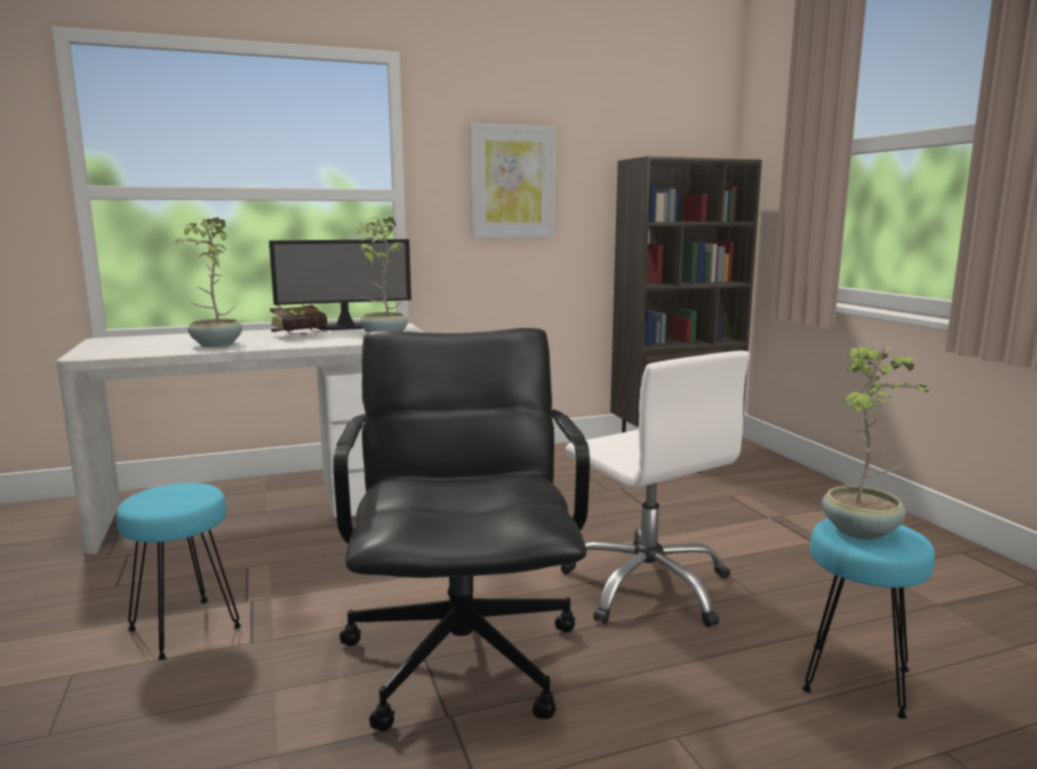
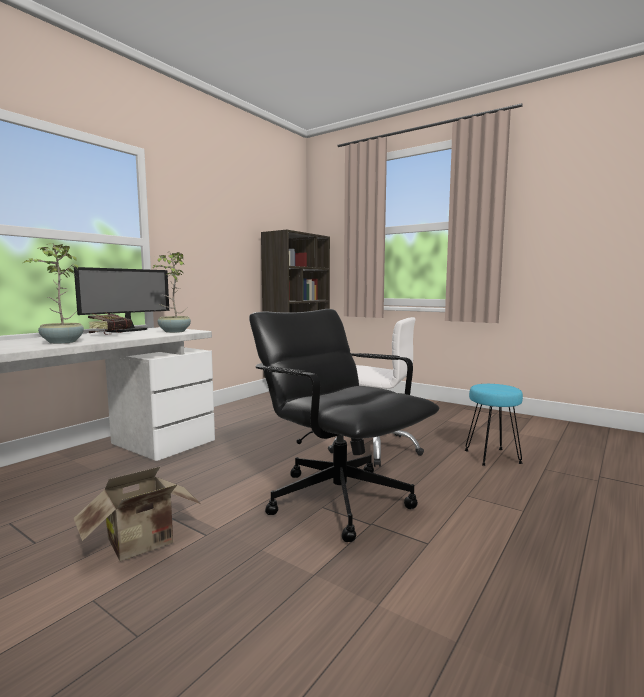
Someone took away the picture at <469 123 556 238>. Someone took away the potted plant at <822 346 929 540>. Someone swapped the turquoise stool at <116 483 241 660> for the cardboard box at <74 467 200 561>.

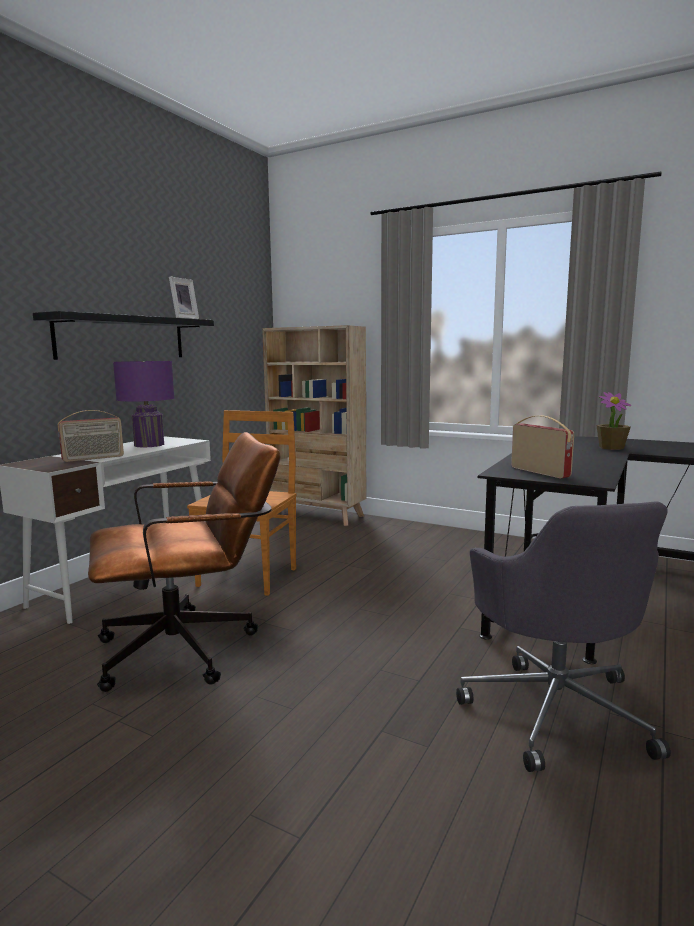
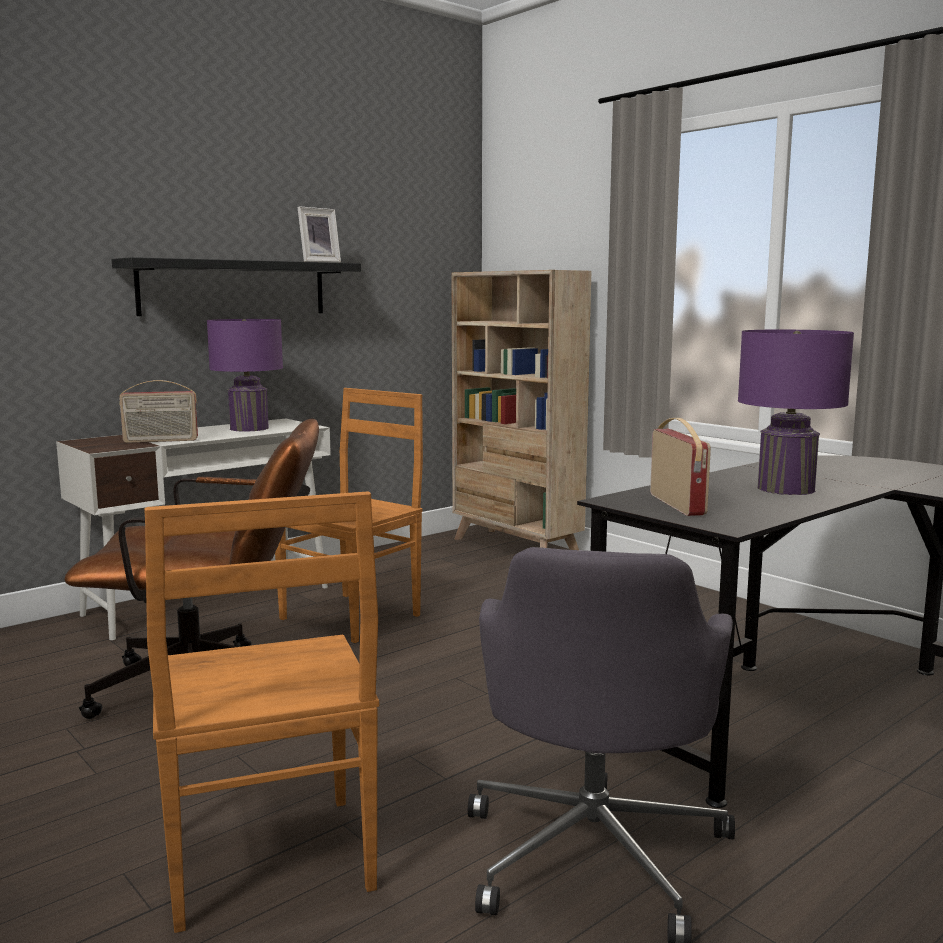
Someone took away the potted plant at <596 392 631 450>. Someone put down the purple table lamp at <738 330 854 495>. Someone put down the brown chair at <144 491 379 933>.

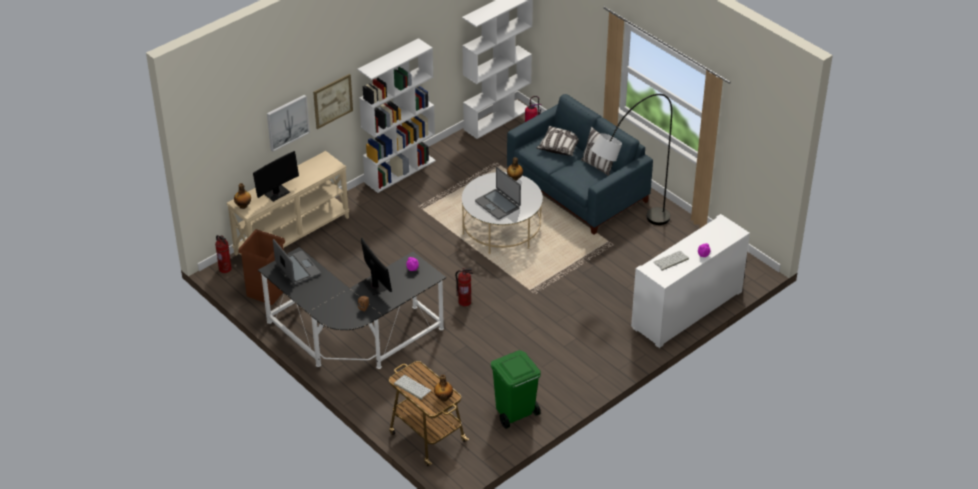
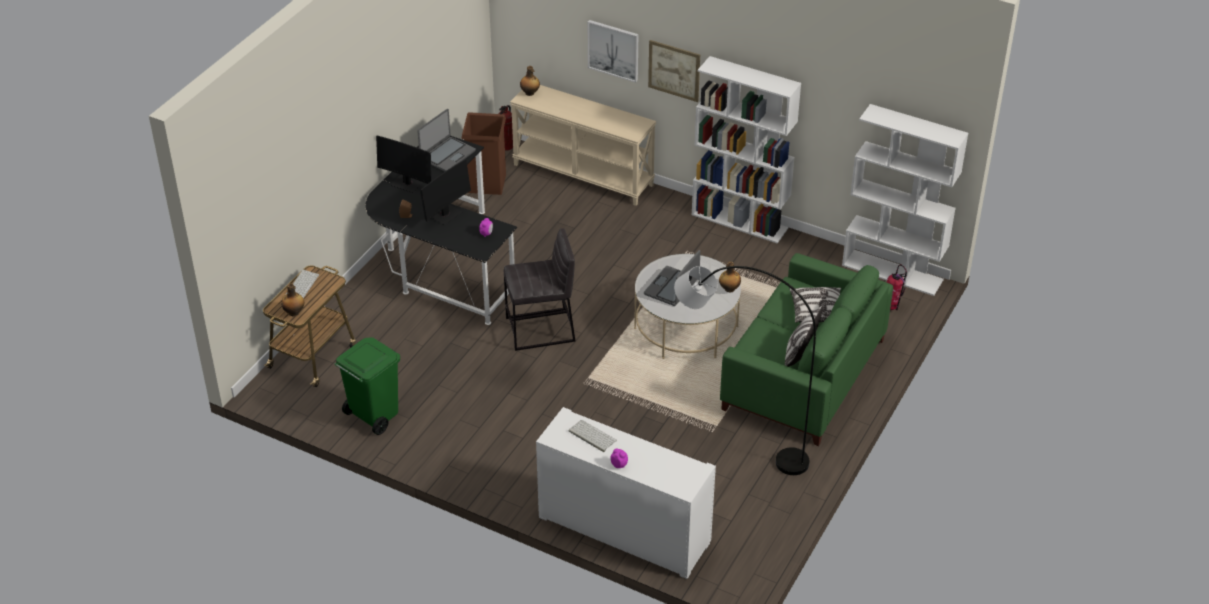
Someone repainted the blue sofa at <507 94 653 235>, which became the green sofa at <720 253 893 446>. Someone carried the monitor from <253 151 299 202> to <376 136 431 193>. Someone swapped the fire extinguisher at <455 268 473 306> for the grey stool at <504 228 576 351>.

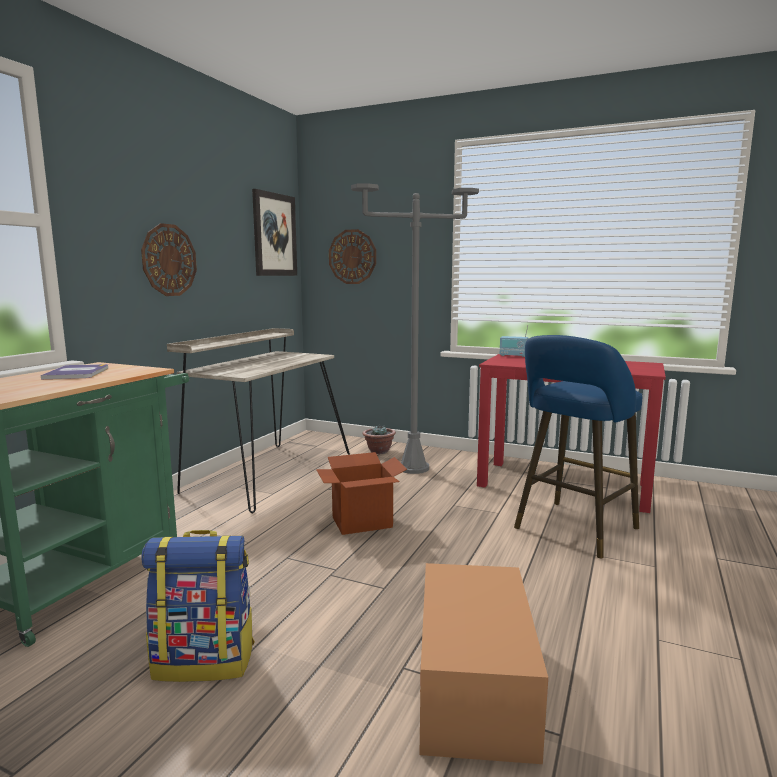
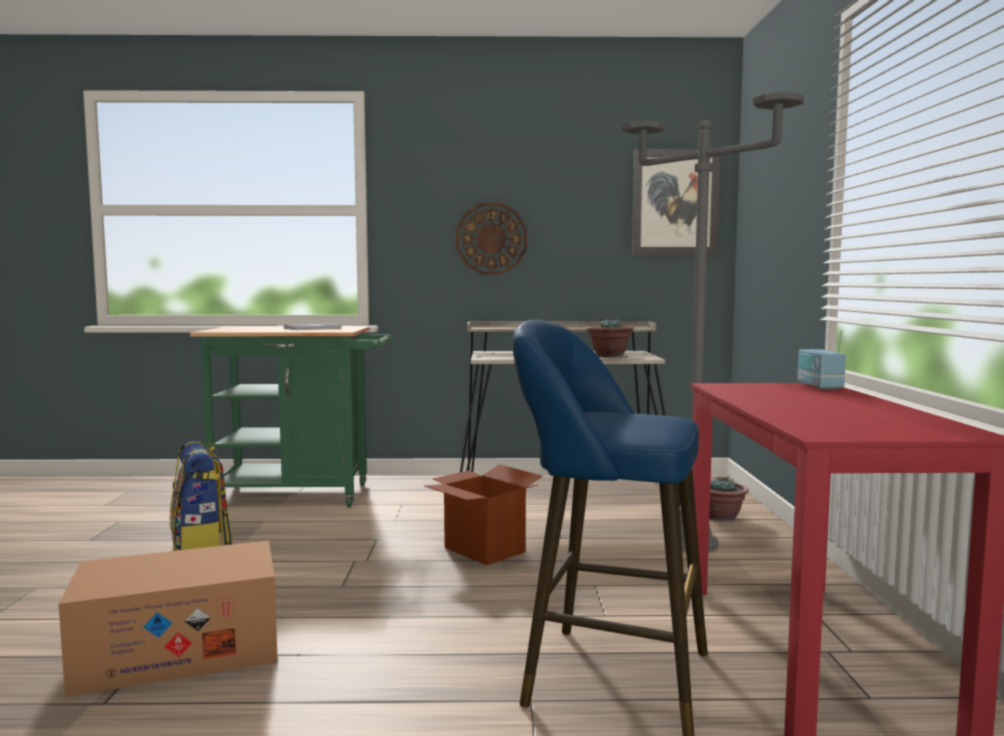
Someone took away the wall clock at <329 229 376 284>. Someone put down the potted plant at <586 318 634 357>.

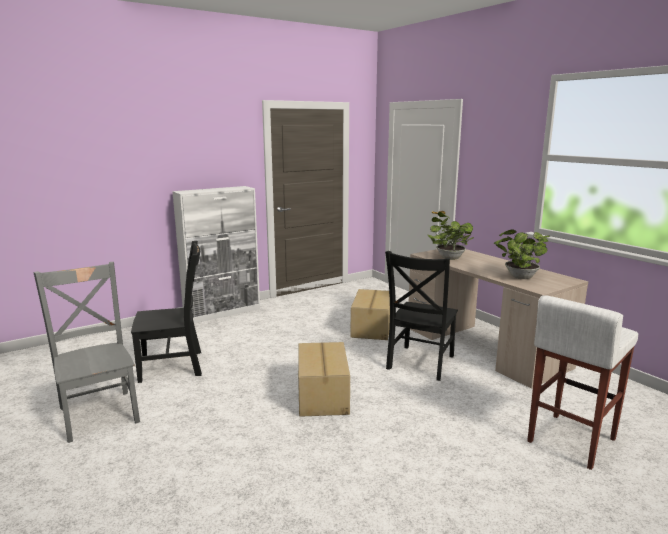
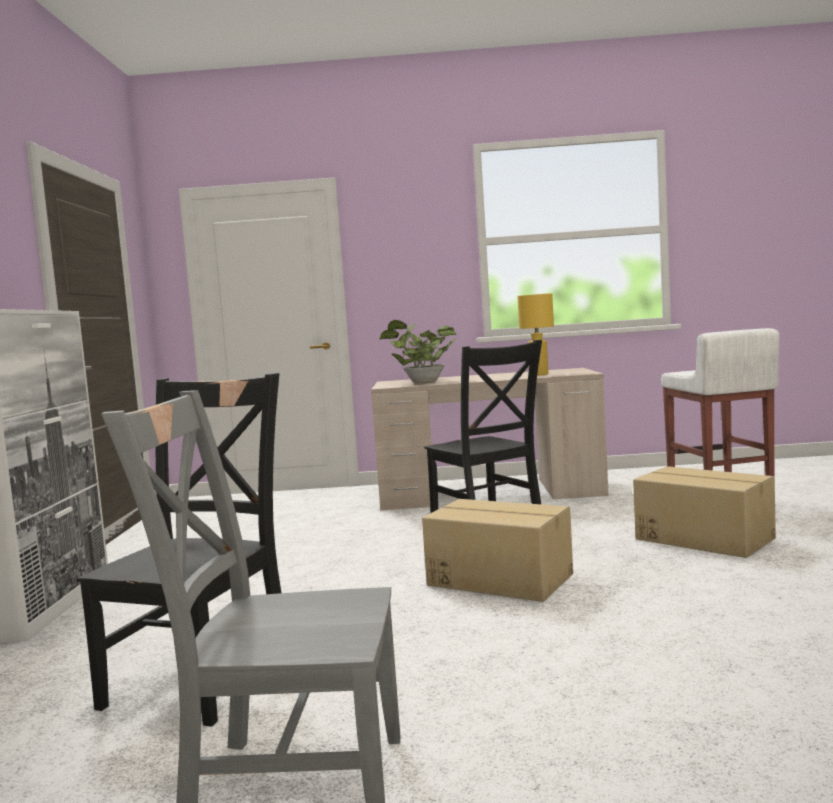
Someone swapped the potted plant at <494 229 550 279> for the yellow table lamp at <518 294 554 376>. Someone carried the cardboard box from <350 289 390 340> to <633 466 776 558>.

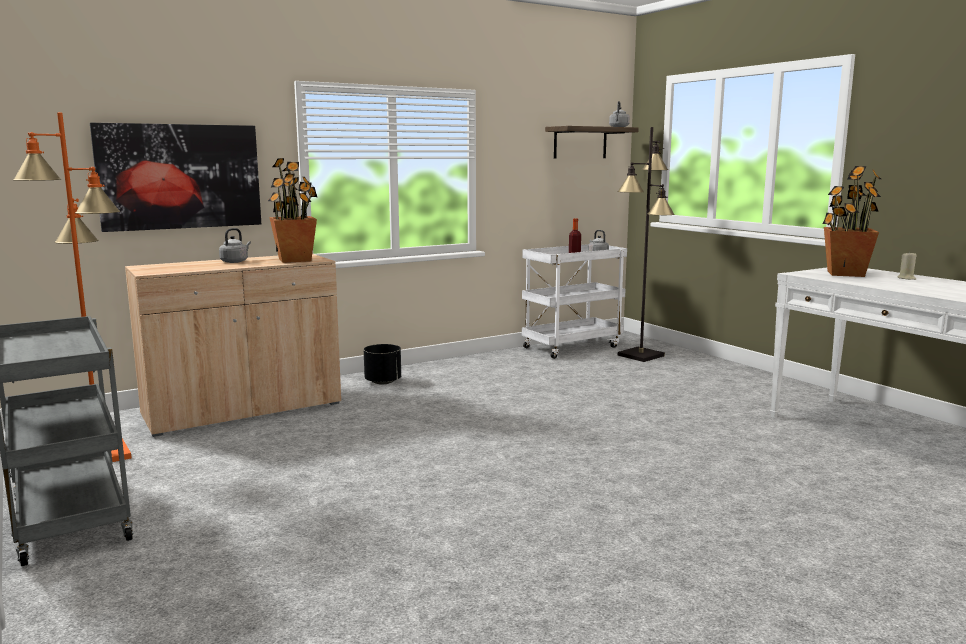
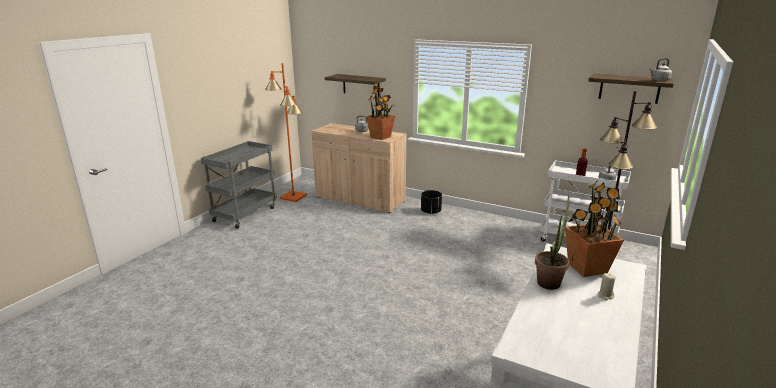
Someone swapped the picture at <90 123 261 232> for the shelf at <325 74 386 96>. Someone put down the potted plant at <535 194 570 290>.

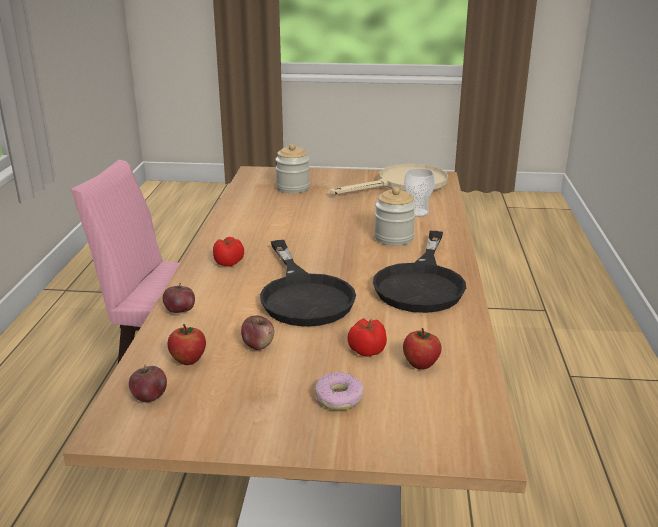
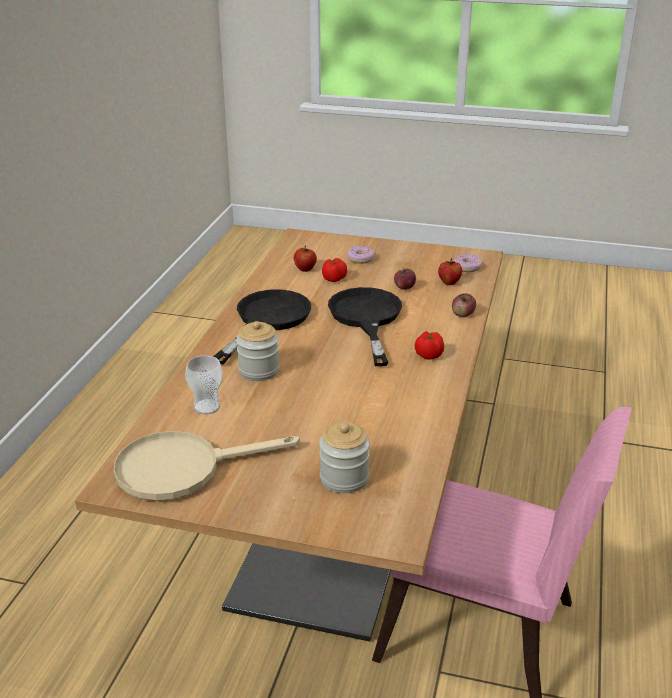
Someone swapped the apple at <129 364 167 402> for the donut at <454 254 482 272>.

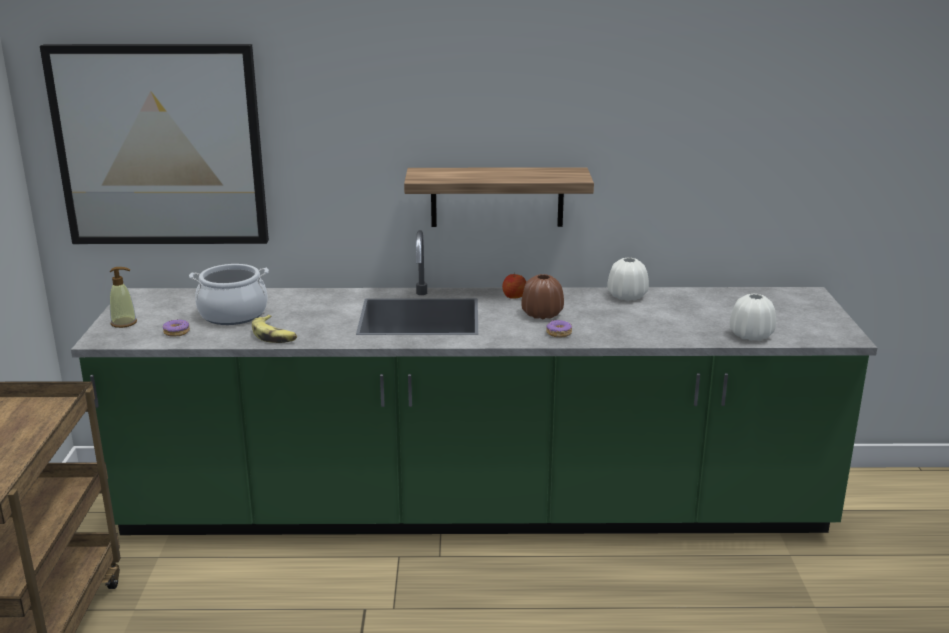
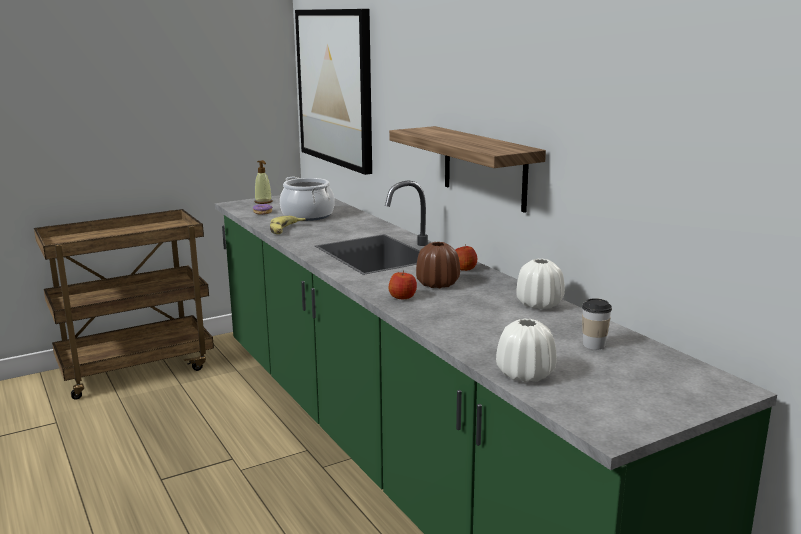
Someone swapped the donut at <546 320 572 338> for the apple at <388 270 417 299>. Someone put down the cup at <582 298 612 350>.

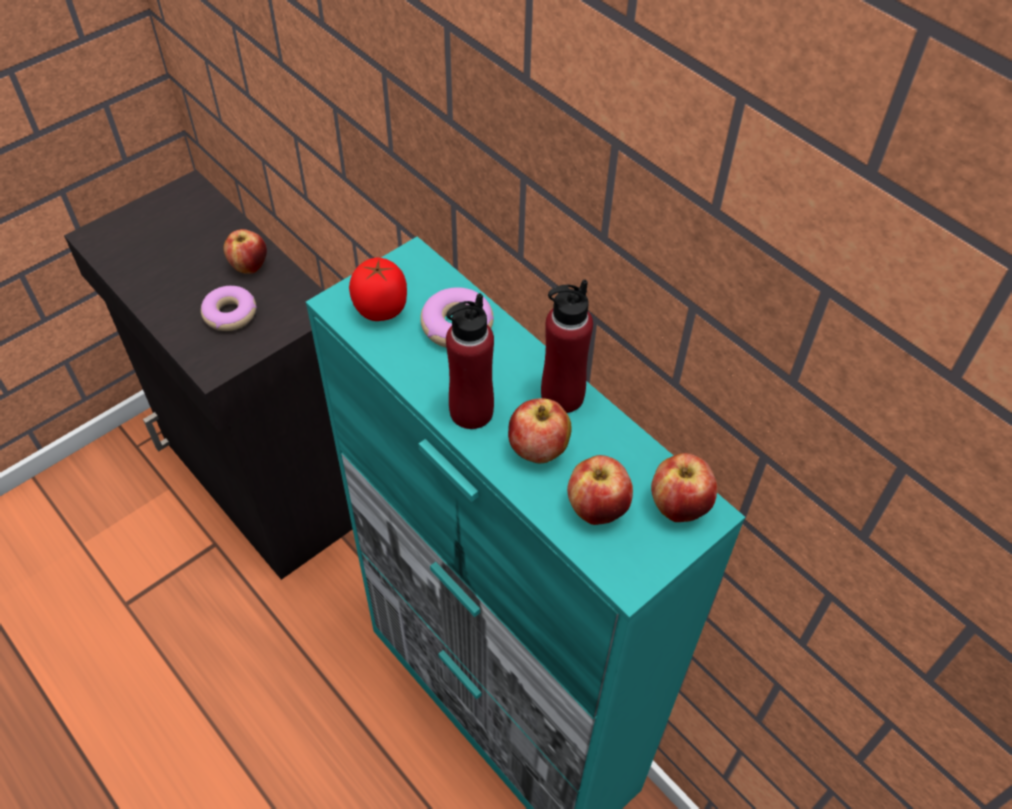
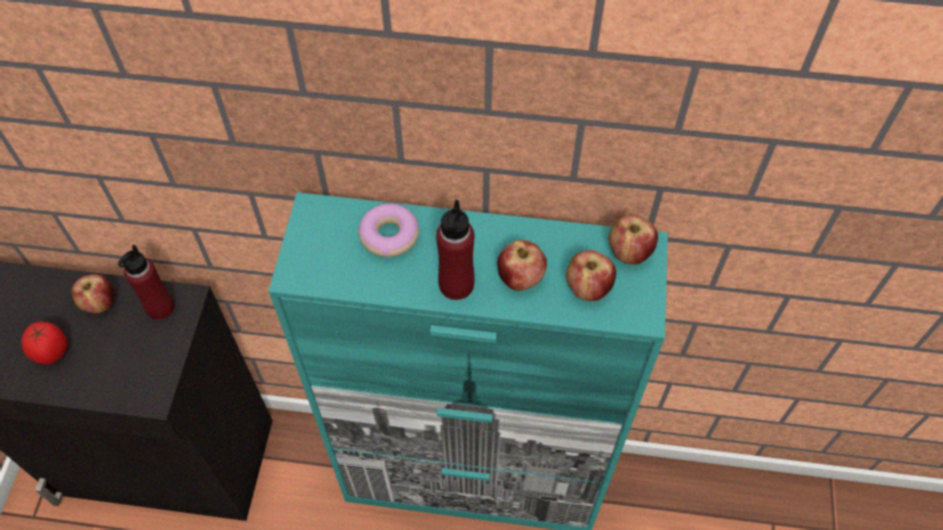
Someone carried the tomato from <349 258 407 321> to <21 321 67 364>. Someone carried the red bottle from <541 279 593 413> to <118 245 175 320>. Someone took away the donut at <201 286 257 331>.

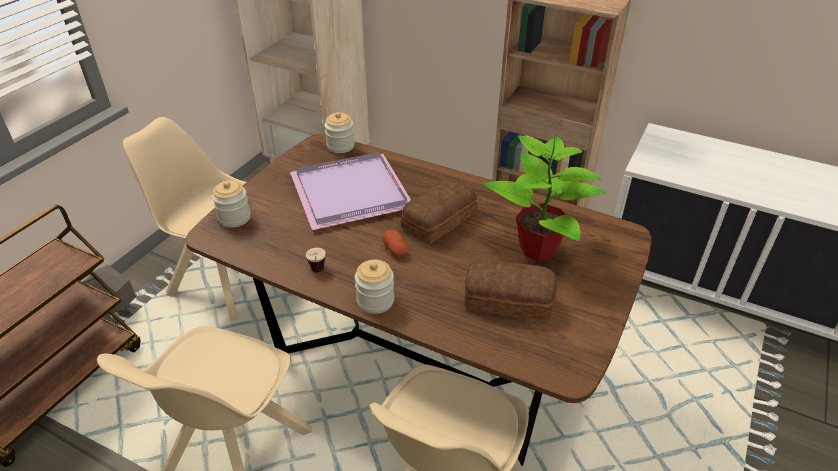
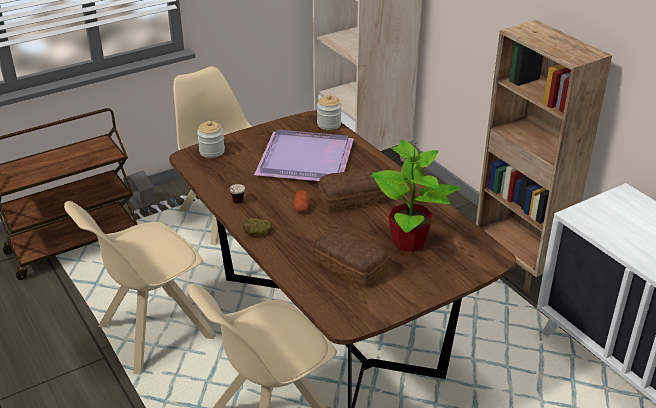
Someone swapped the jar at <355 260 394 314> for the potato at <242 218 272 236>.

